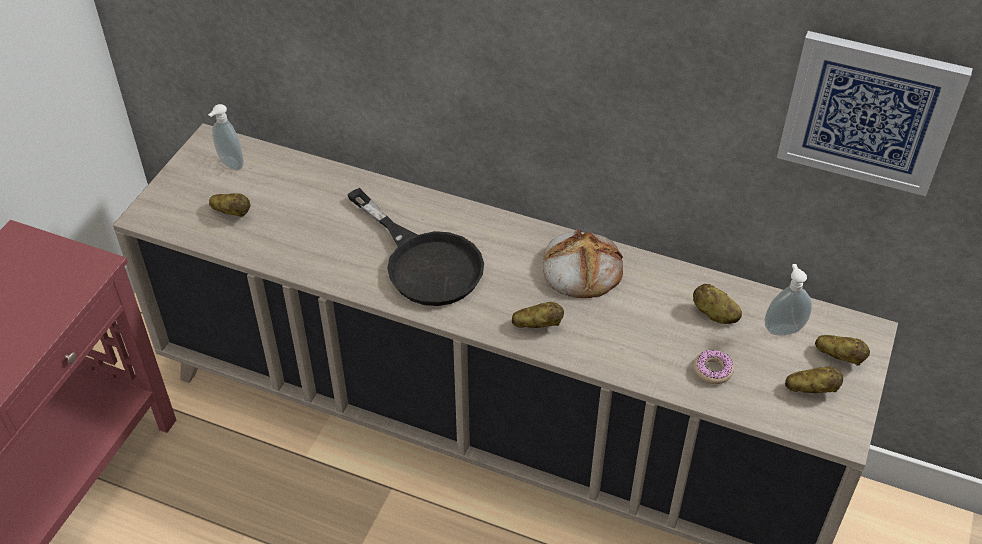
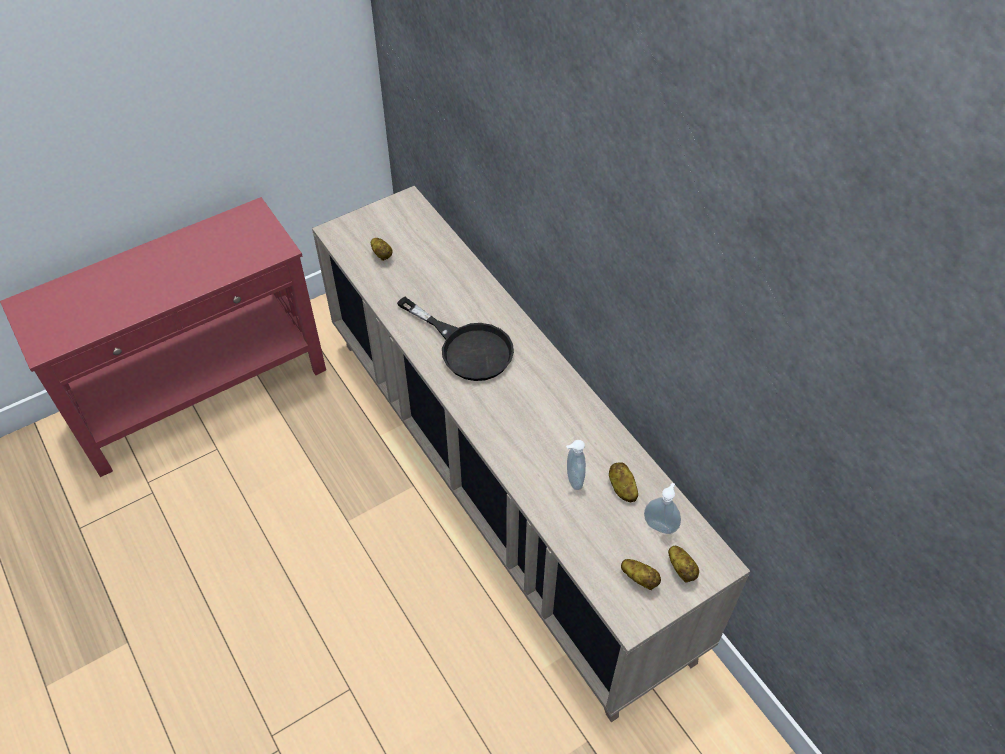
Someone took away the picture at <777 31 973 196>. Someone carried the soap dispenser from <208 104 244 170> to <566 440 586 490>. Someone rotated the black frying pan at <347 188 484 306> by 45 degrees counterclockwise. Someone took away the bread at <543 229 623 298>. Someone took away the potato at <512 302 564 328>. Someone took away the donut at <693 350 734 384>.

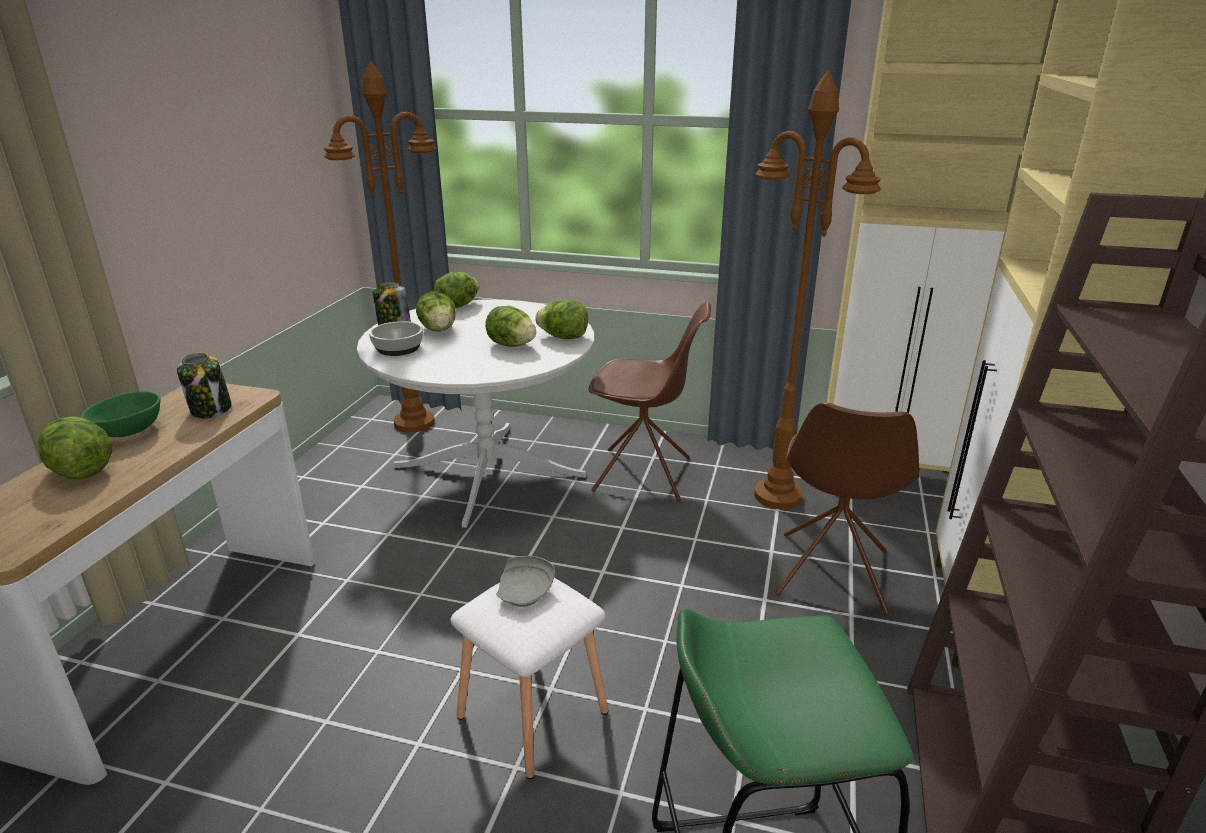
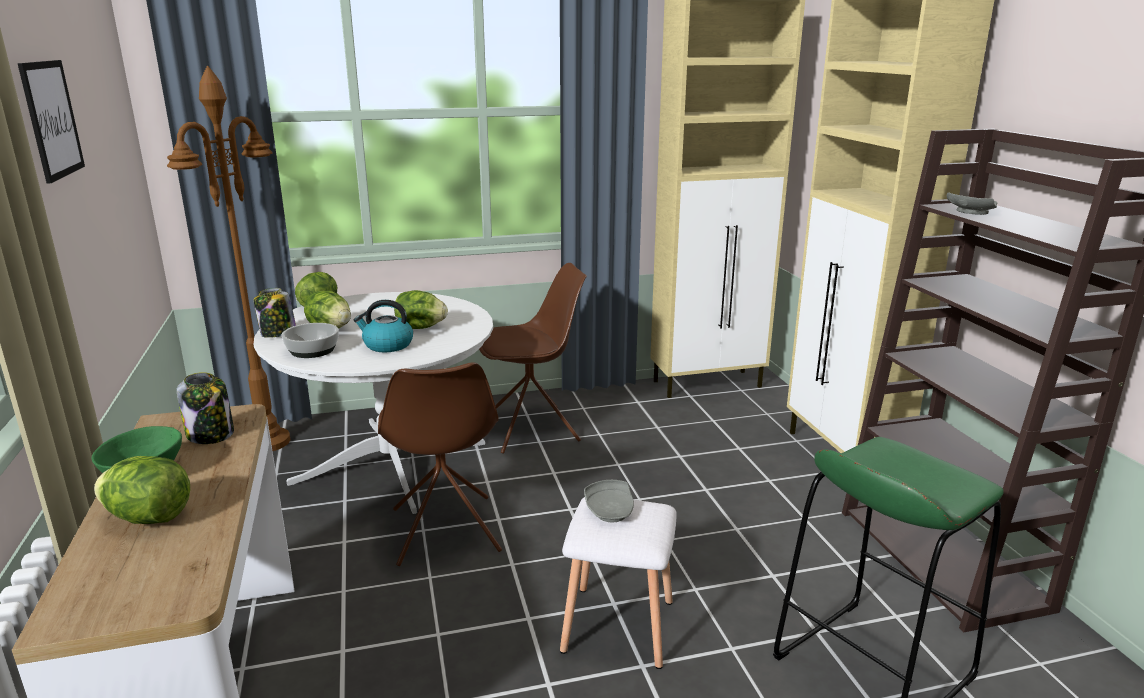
Someone took away the brown floor lamp at <754 70 881 509>. Someone took away the lettuce at <535 300 588 339>. Someone carried the brown chair from <775 402 920 615> to <378 362 502 566>. Someone put up the picture at <17 60 85 184>. Someone put down the grey plate at <947 192 997 215>. Someone put down the kettle at <354 300 413 352>.

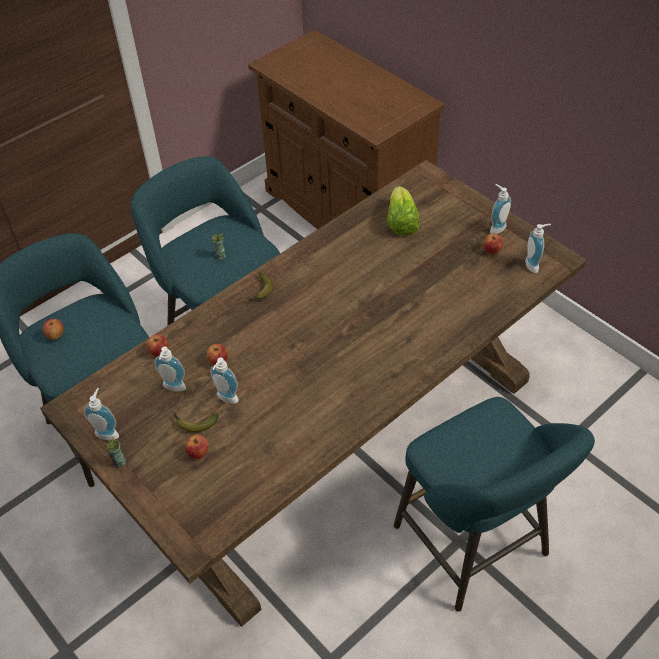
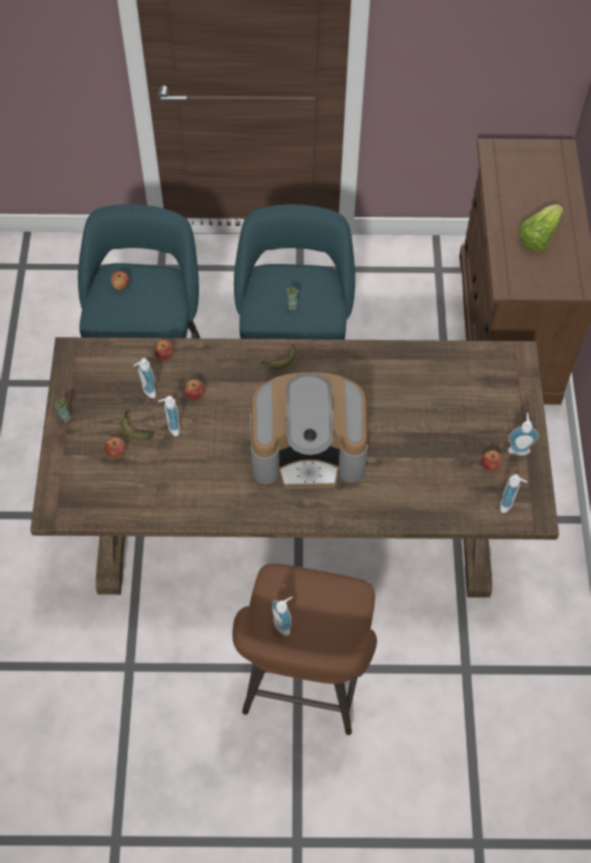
Someone carried the lettuce from <387 186 420 236> to <519 204 563 252>. Someone carried the soap dispenser from <84 388 119 440> to <272 597 293 636>. Someone repainted the turquoise stool at <394 397 595 612>, which became the brown stool at <232 563 377 735>. Someone put down the coffee machine at <250 372 368 489>.

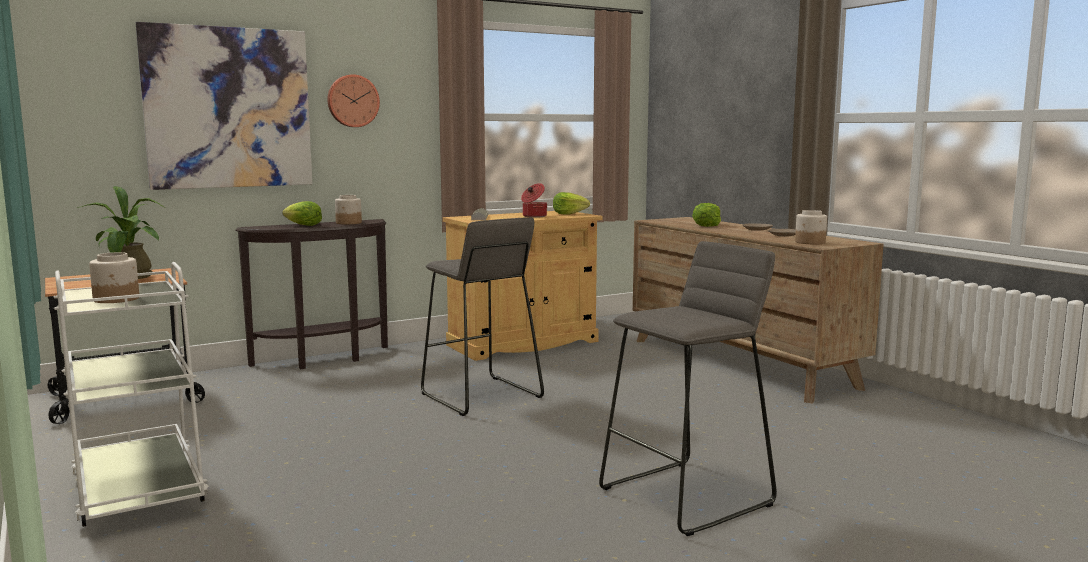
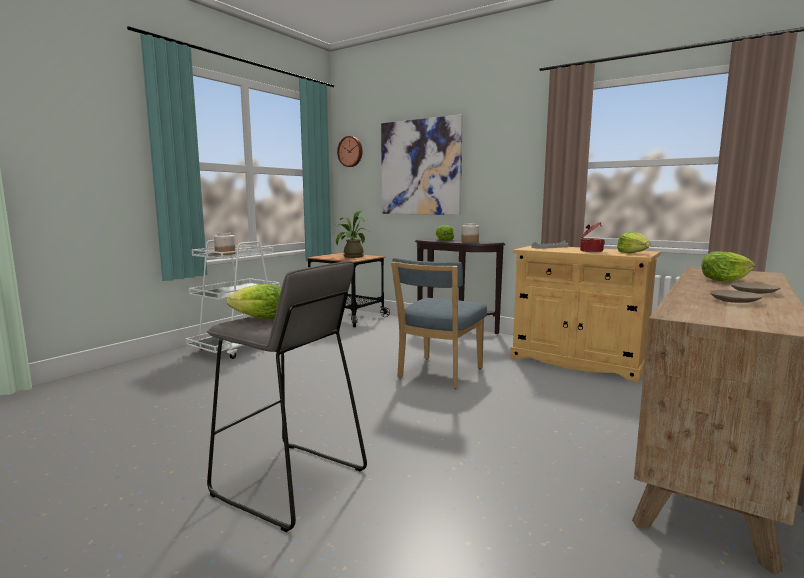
Someone carried the wall clock from <327 74 380 127> to <337 136 362 167>. Someone took away the jar at <795 210 827 244>. Someone swapped the grey stool at <421 217 544 416> for the blue chair at <391 258 487 389>. Someone put down the lettuce at <226 284 282 319>.

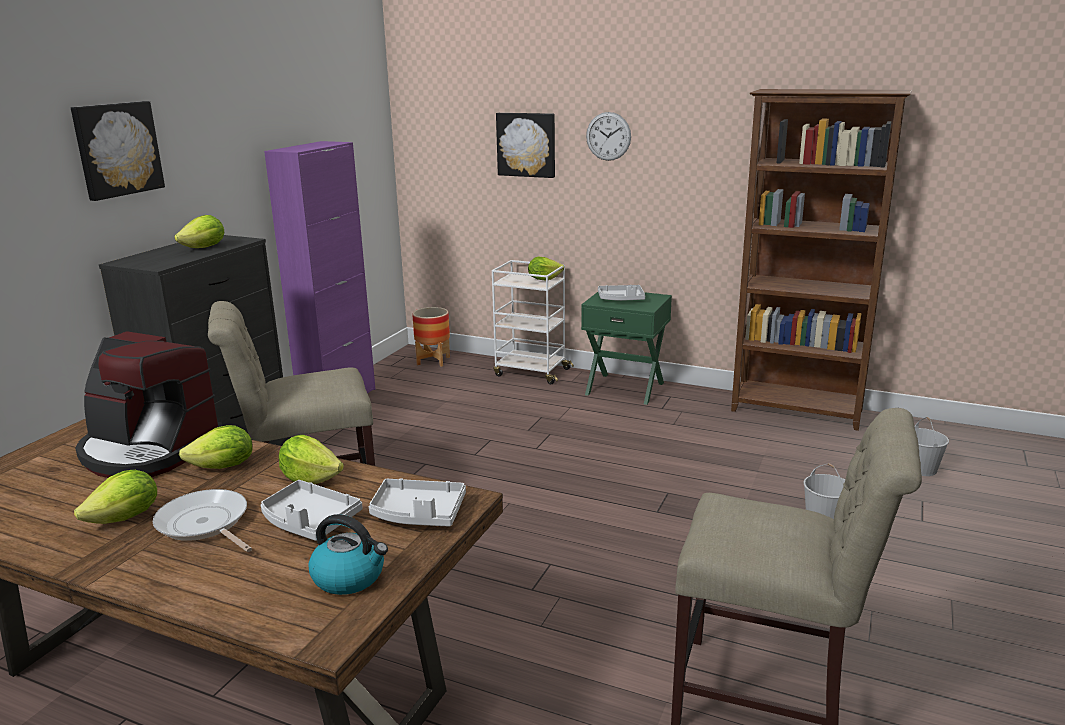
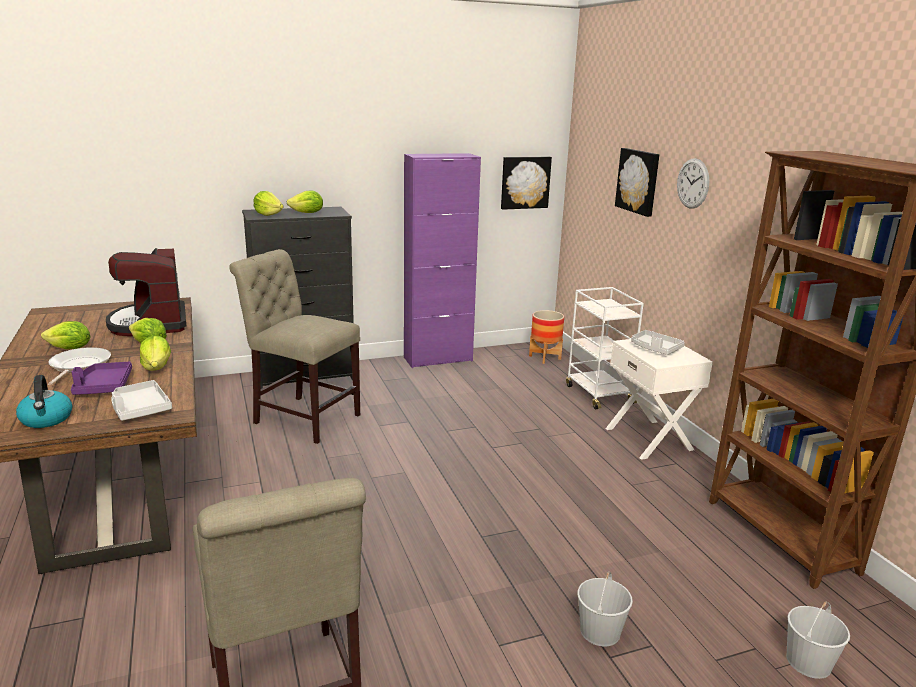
Someone carried the picture from <71 101 165 201> to <501 157 552 210>. Someone carried the lettuce from <528 257 564 281> to <254 191 284 216>. Someone repainted the green nightstand at <581 292 672 405>, which became the white nightstand at <605 339 713 460>. Someone repainted the grey tray at <261 480 362 541>, which became the purple tray at <71 361 132 395>.

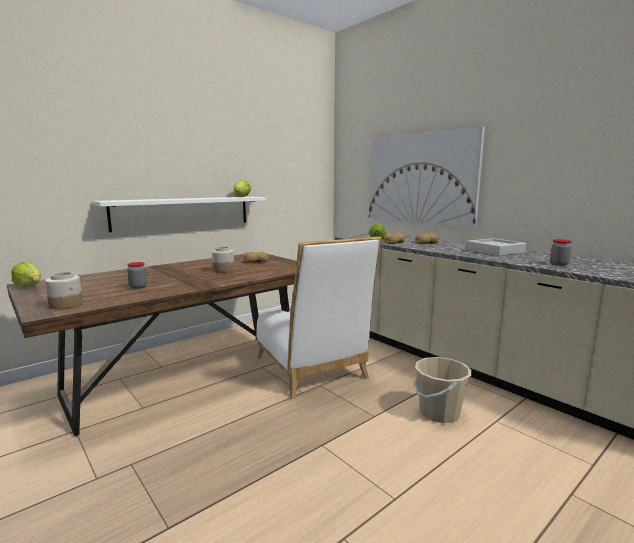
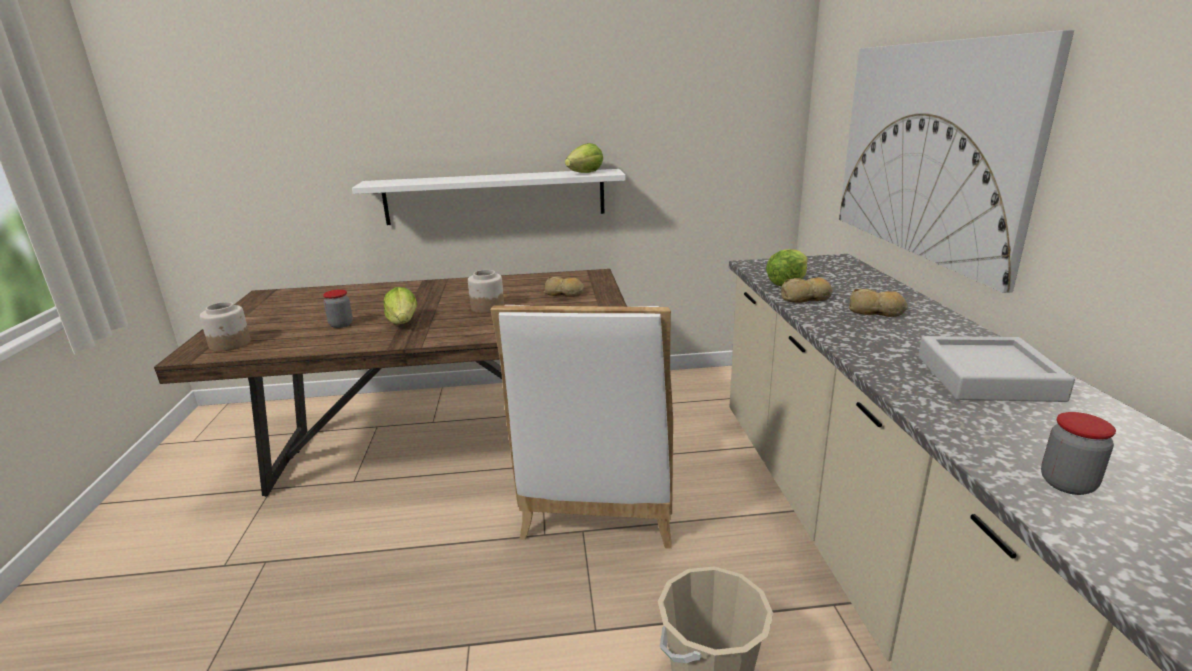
Someone carried the lettuce from <11 262 41 287> to <383 287 417 324>.

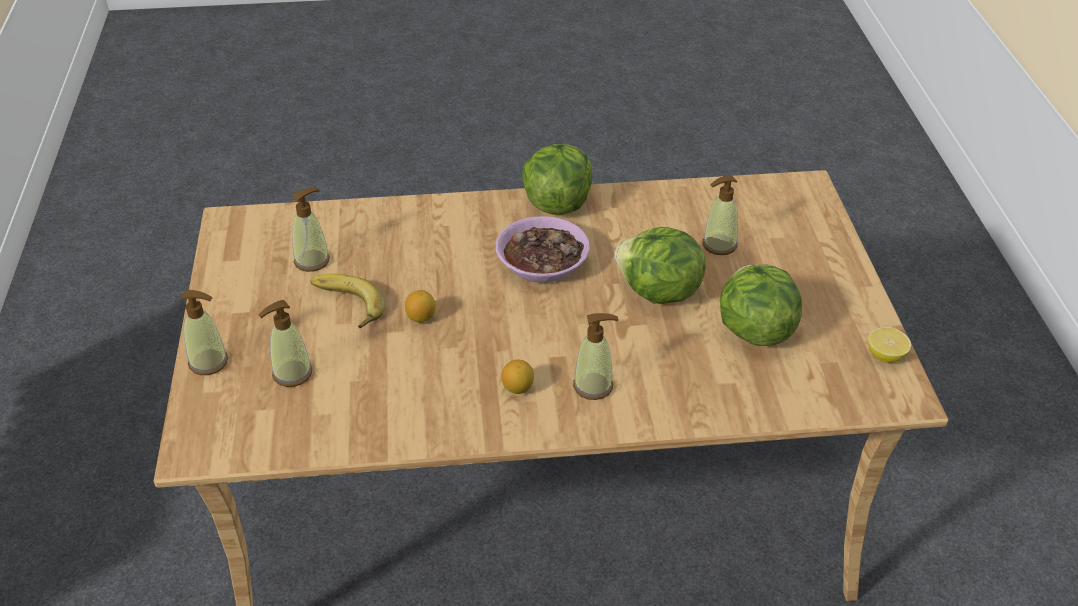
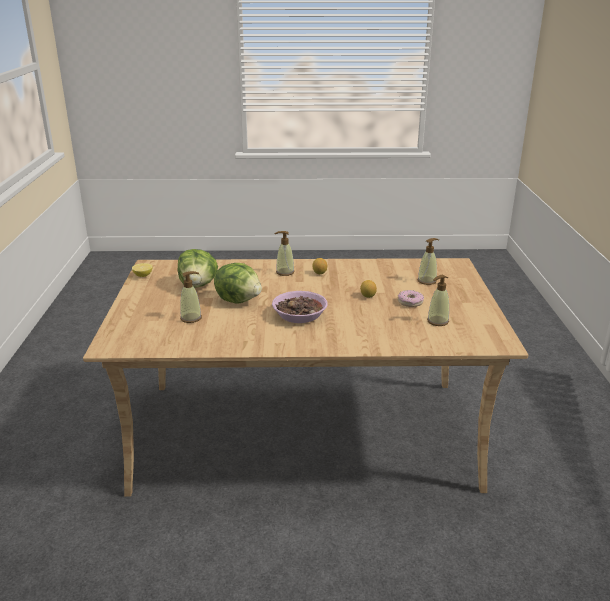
Someone took away the lettuce at <522 144 592 215>. Someone swapped the banana at <311 274 385 328> for the donut at <398 290 424 307>. Someone took away the soap dispenser at <181 290 228 375>.

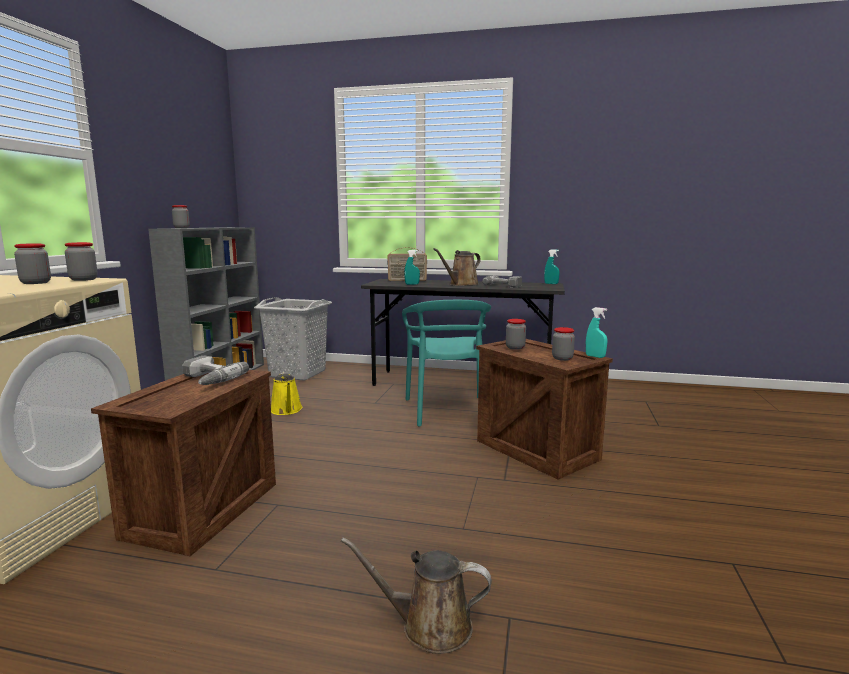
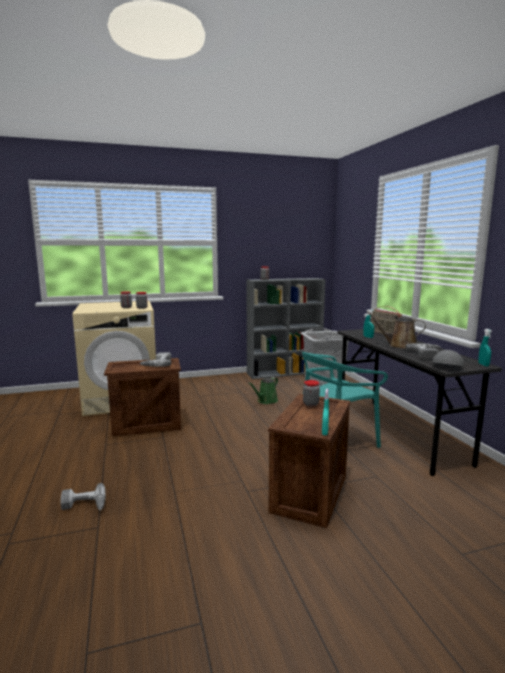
Someone took away the jar at <552 327 575 361>. Someone repainted the yellow watering can at <271 372 303 415>, which became the green watering can at <248 377 278 404>. Someone swapped the brown watering can at <341 538 492 654> for the power drill at <61 483 106 510>. Someone put down the grey cap at <432 350 464 366>.

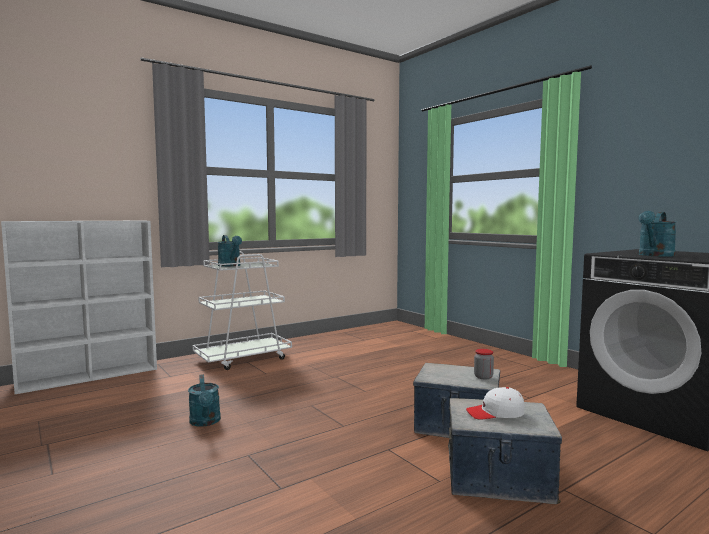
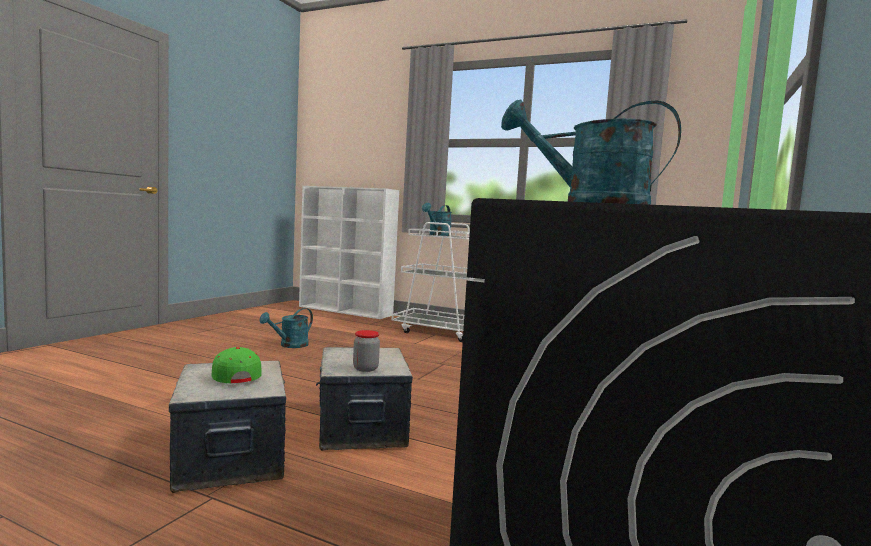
Someone repainted the white cap at <466 387 524 420>, which became the green cap at <211 347 262 383>.

